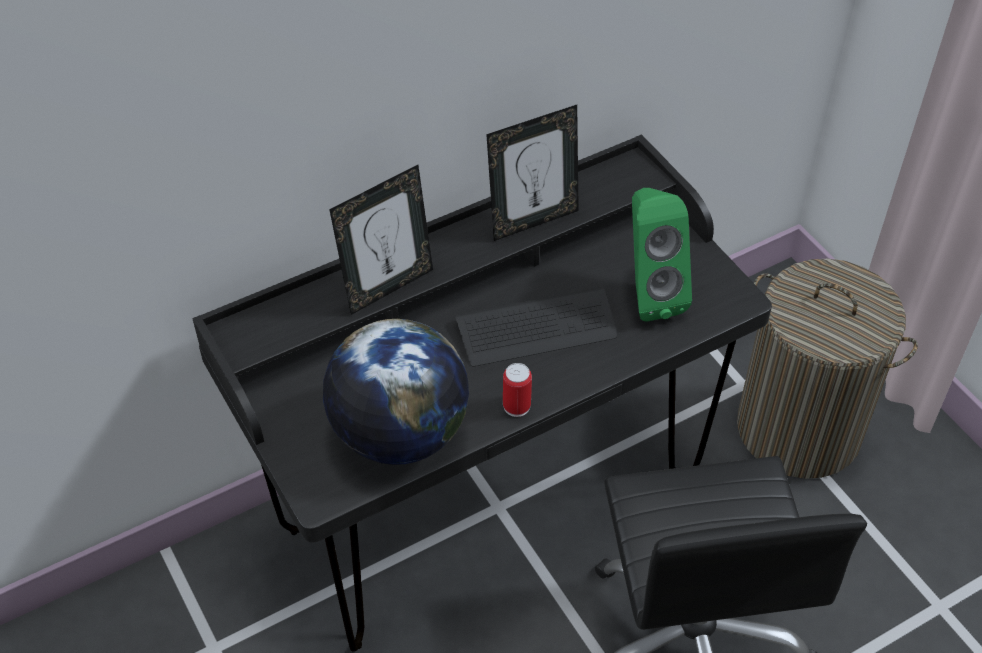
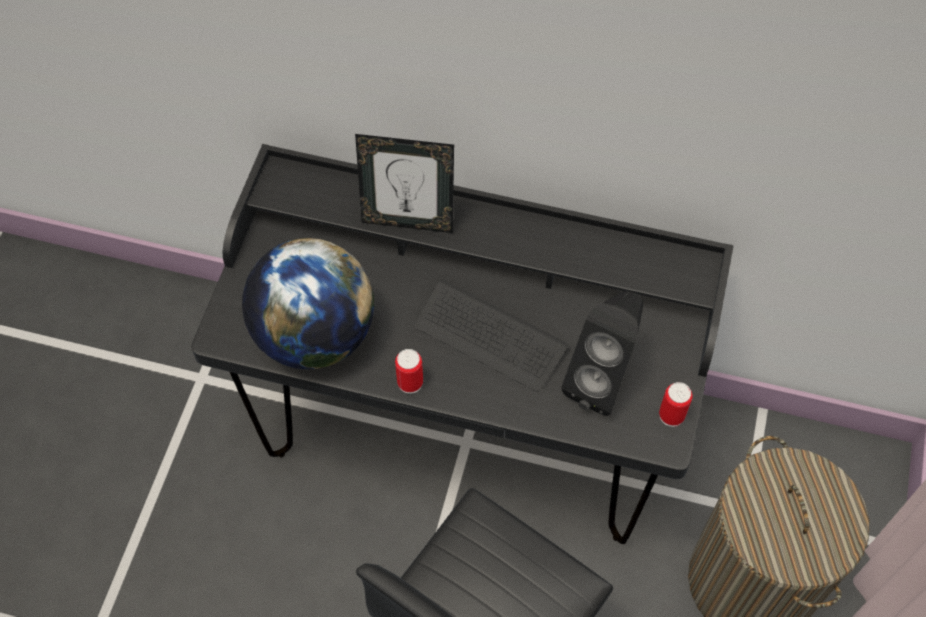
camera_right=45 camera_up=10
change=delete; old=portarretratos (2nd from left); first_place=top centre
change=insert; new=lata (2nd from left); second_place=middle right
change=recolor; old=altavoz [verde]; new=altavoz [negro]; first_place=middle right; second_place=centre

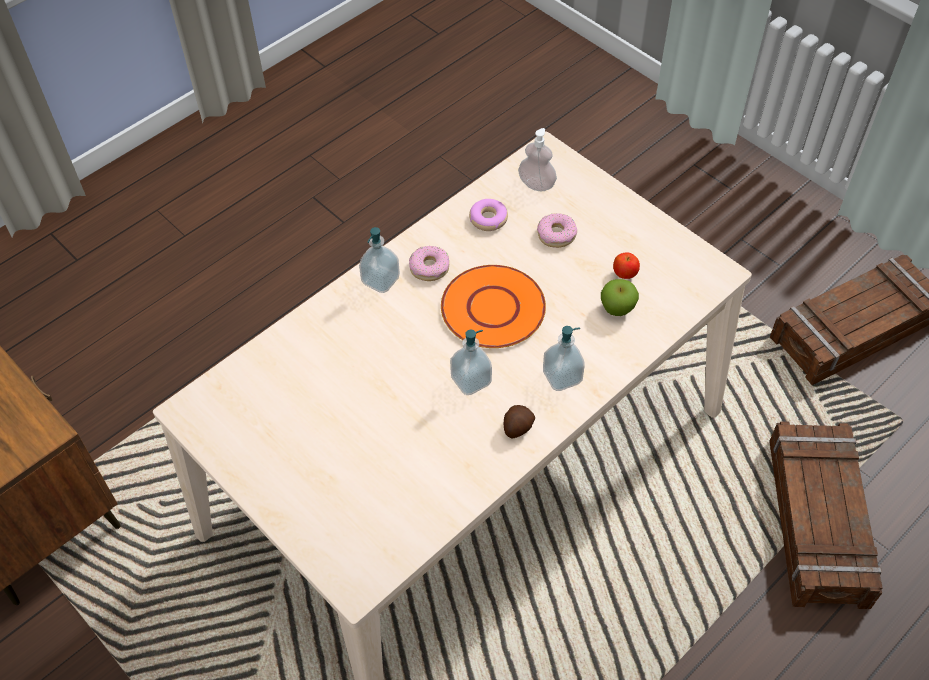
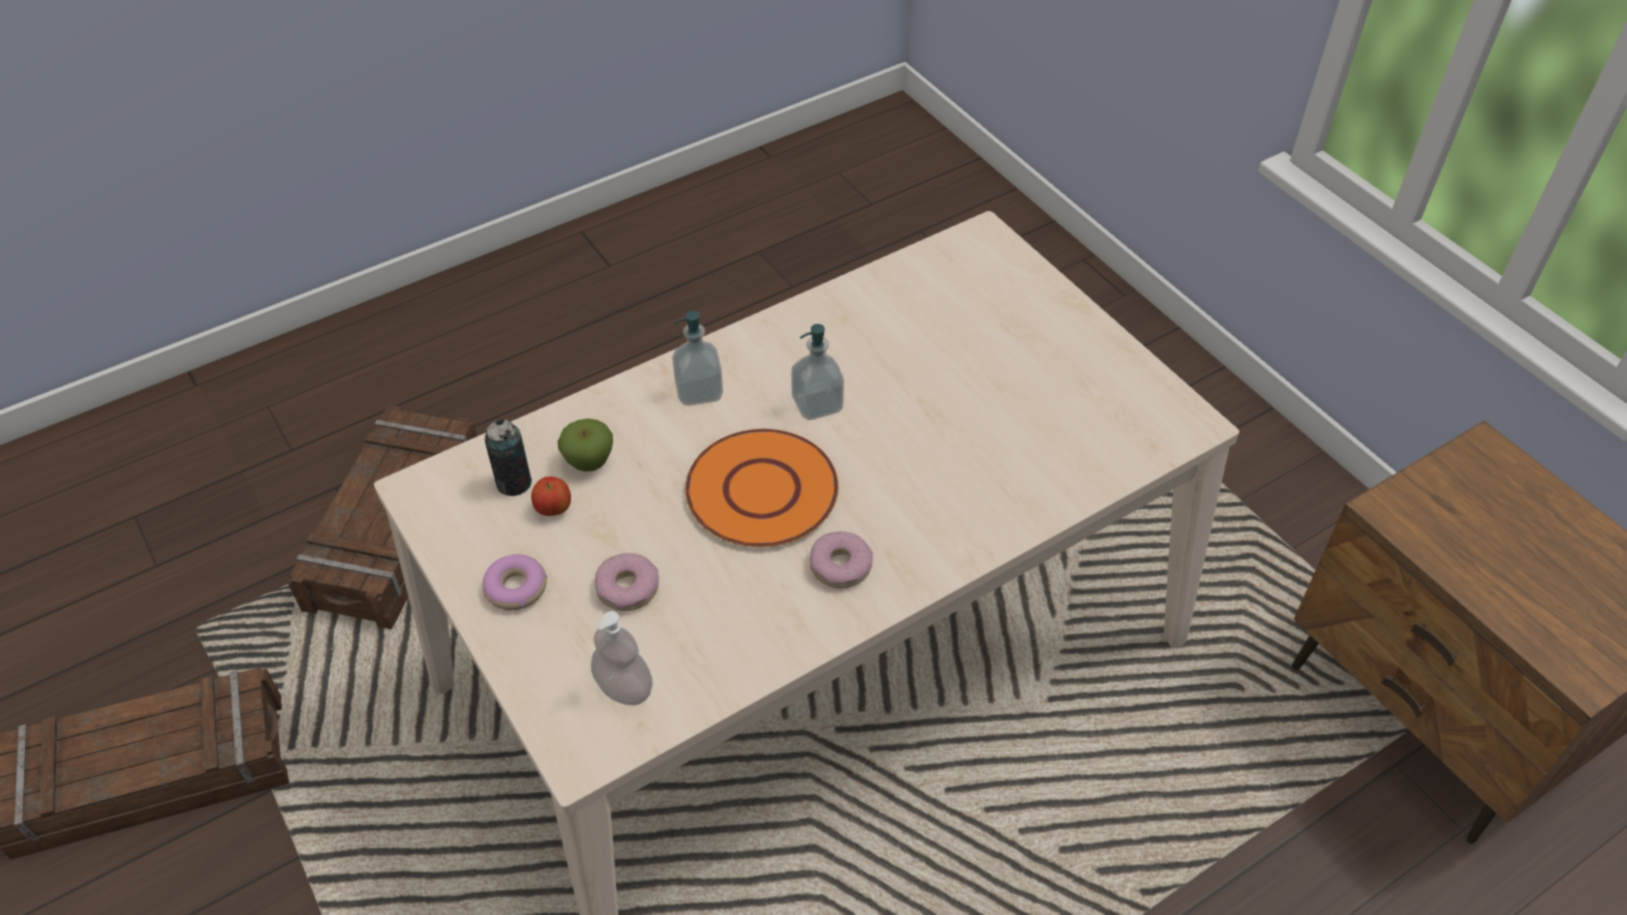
camera_right=-170 camera_up=-5
change=delete; old=dispensador de jabón (1st from left); first_place=centre
change=delete; old=patata; first_place=centre
change=insert; new=lata; second_place=middle left
change=move; old=rosquilla (2nd from left in the first image); new=rosquilla (1st from left); first_place=top centre; second_place=middle left

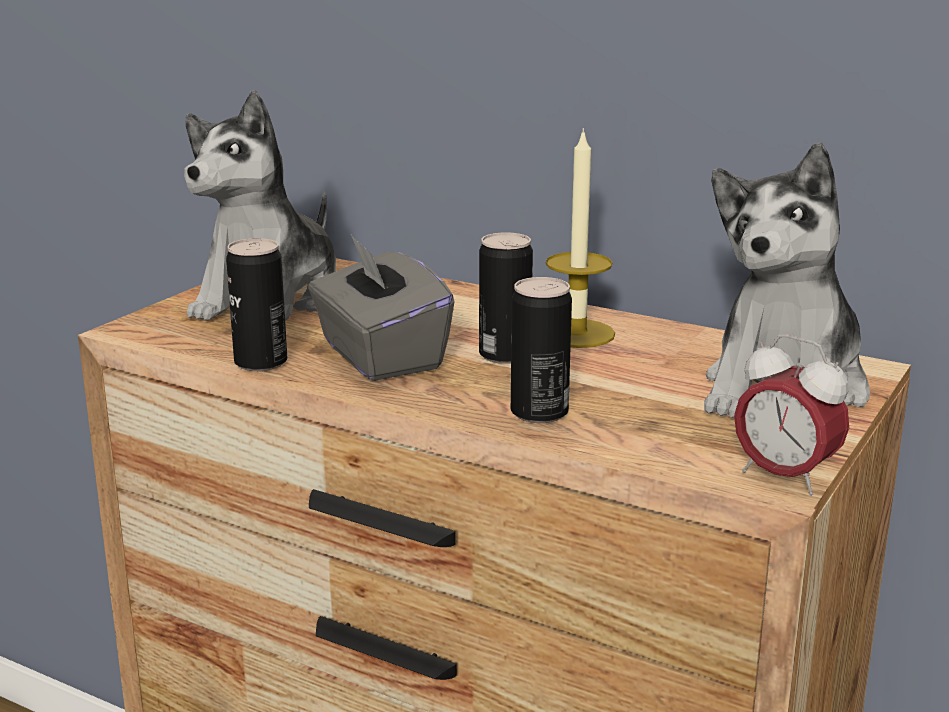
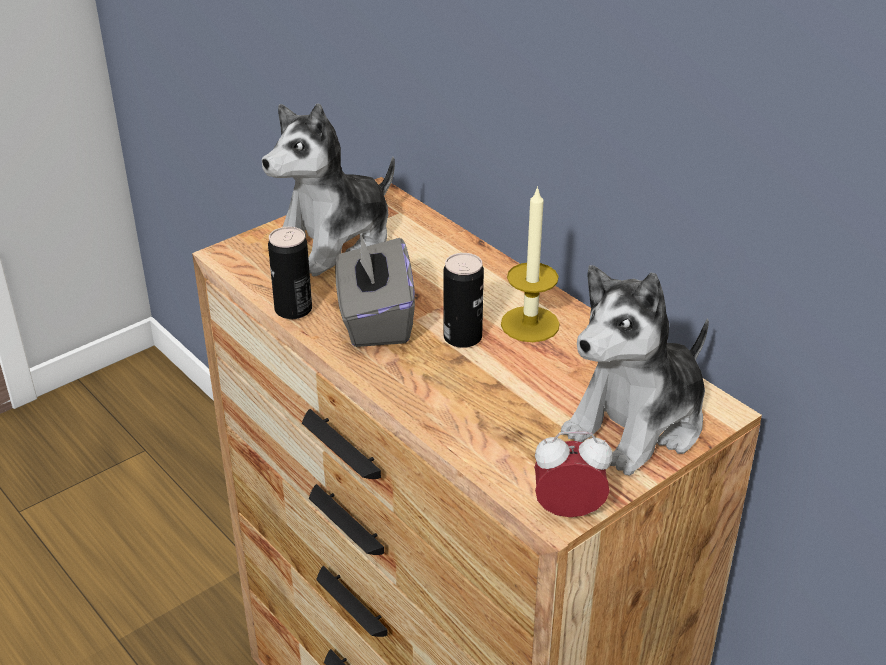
camera_right=20 camera_up=15
change=delete; old=lata (3rd from left); first_place=centre
change=rotate; old=despertador; first_place=middle right; second_place=bottom centre; degrees=120

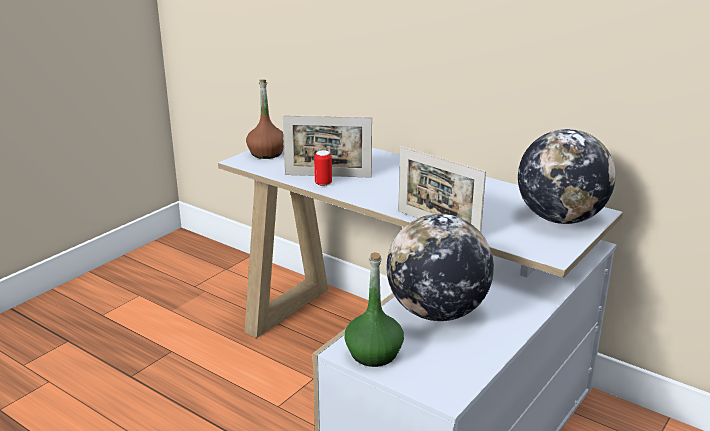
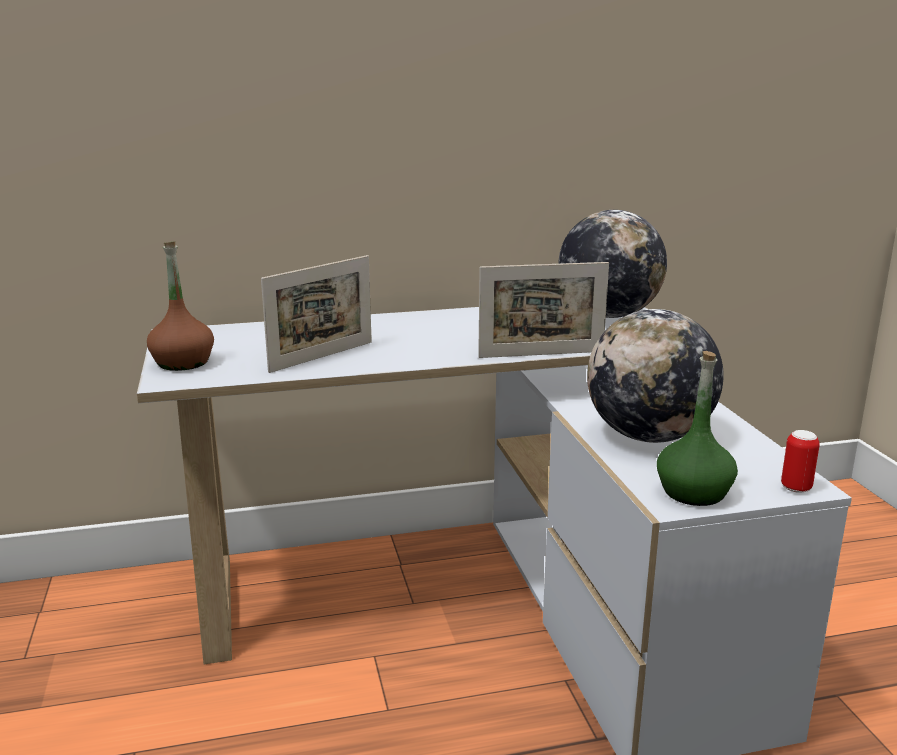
camera_right=-50 camera_up=-5
change=move; old=lata; first_place=centre; second_place=middle right

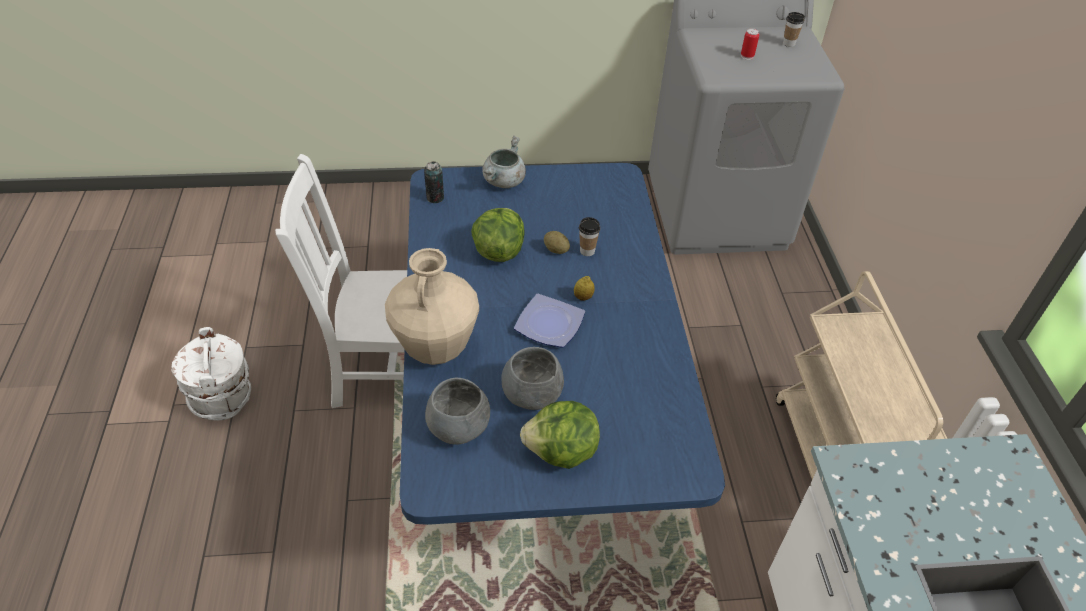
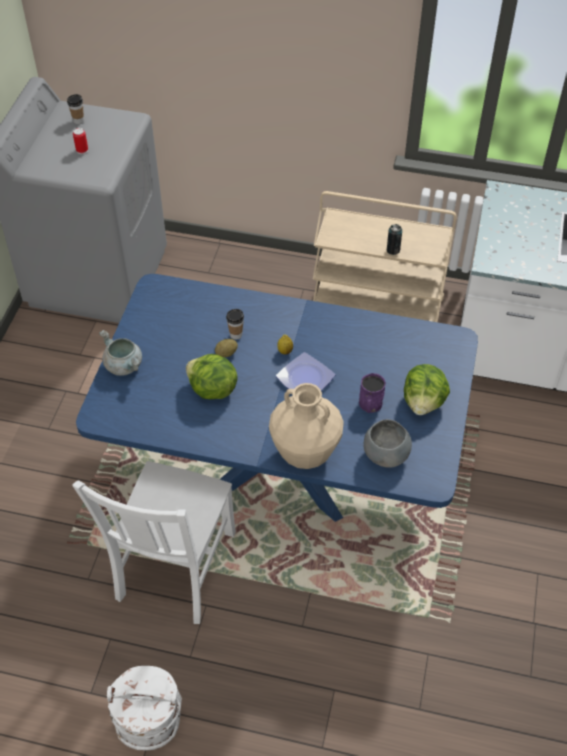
camera_right=-70 camera_up=5
change=move; old=lata (1st from left in the first image); new=lata (2nd from left); first_place=top centre; second_place=top right
change=replace; old=cuenco [gris] (2nd from left); new=taza grande [morado]; first_place=centre; second_place=centre

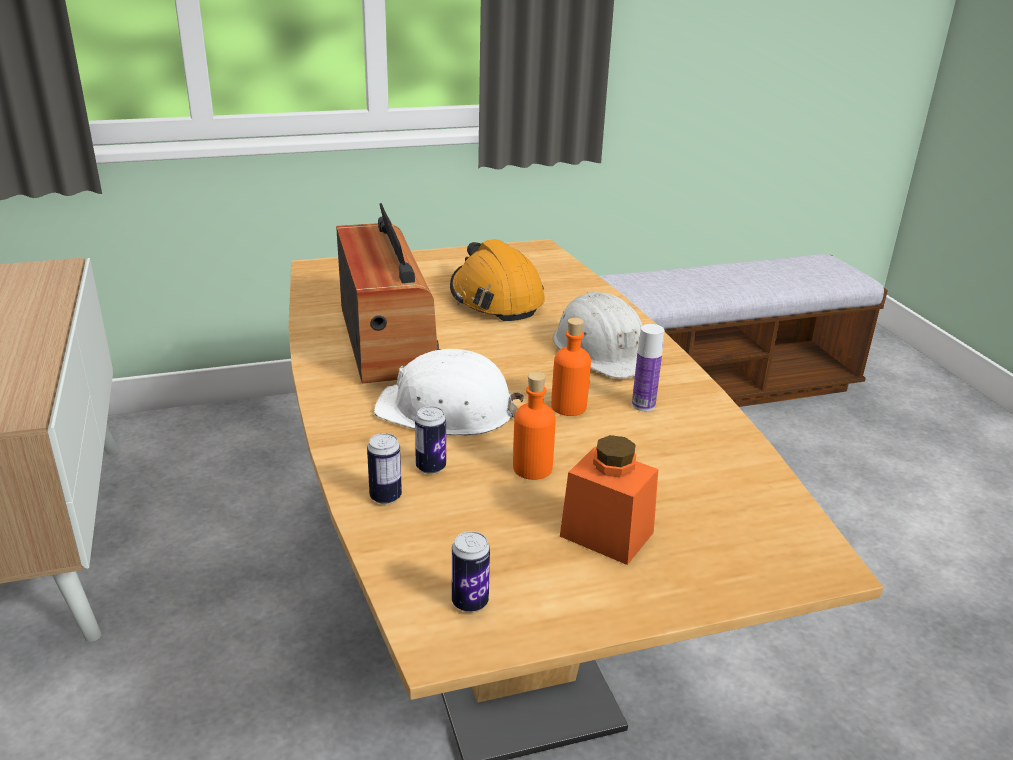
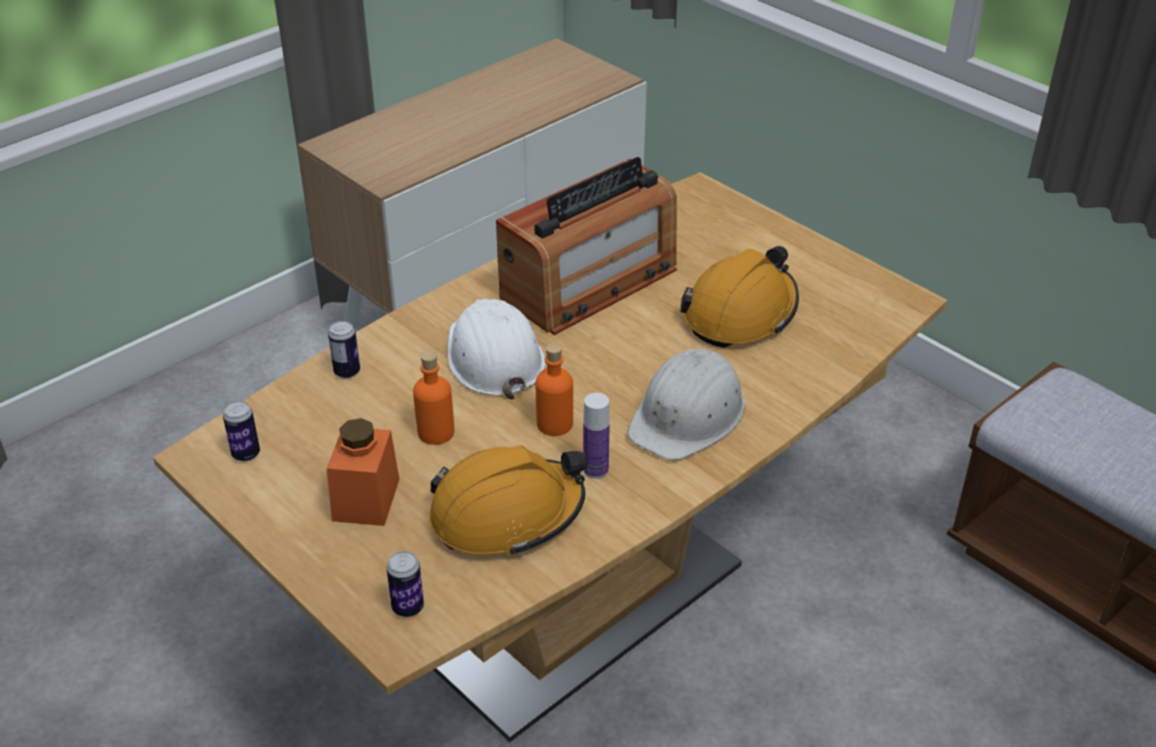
camera_right=65 camera_up=10
change=insert; new=casco [naranja] (1st from left); second_place=bottom centre
change=move; old=lata (2nd from left in the first image); new=lata (3rd from left); first_place=centre; second_place=bottom centre

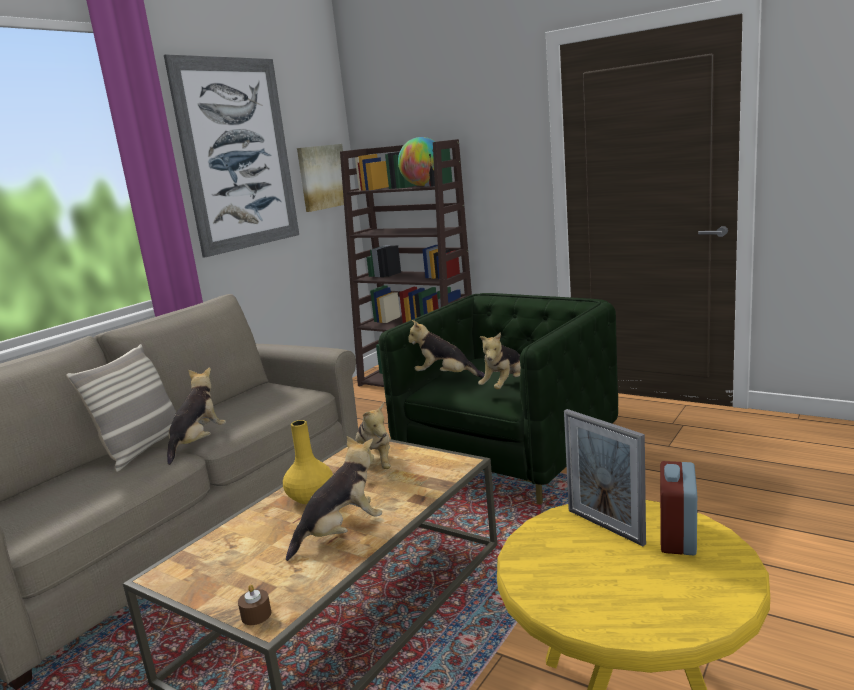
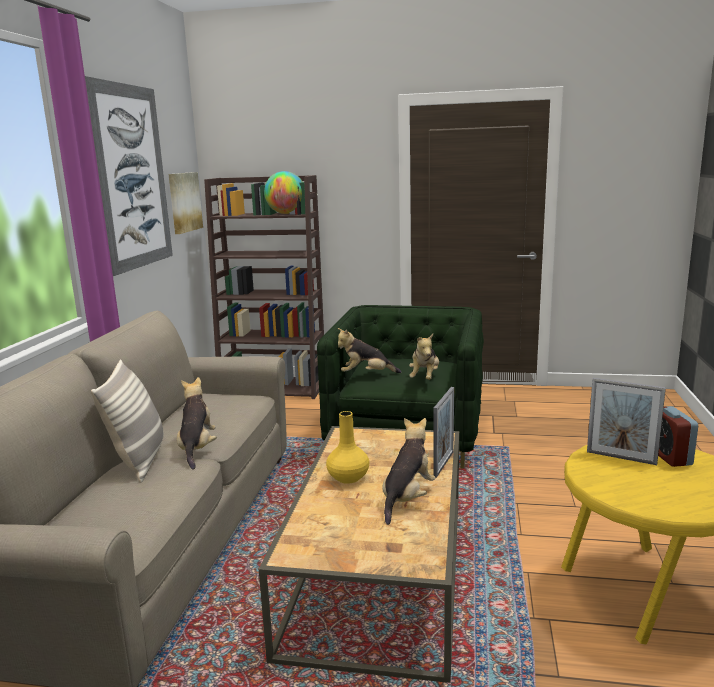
camera_right=-25 camera_up=0
change=delete; old=vela [marrón]; first_place=bottom left
change=delete; old=peluche (3rd from left); first_place=centre
change=insert; new=portarretratos (1st from left); second_place=centre

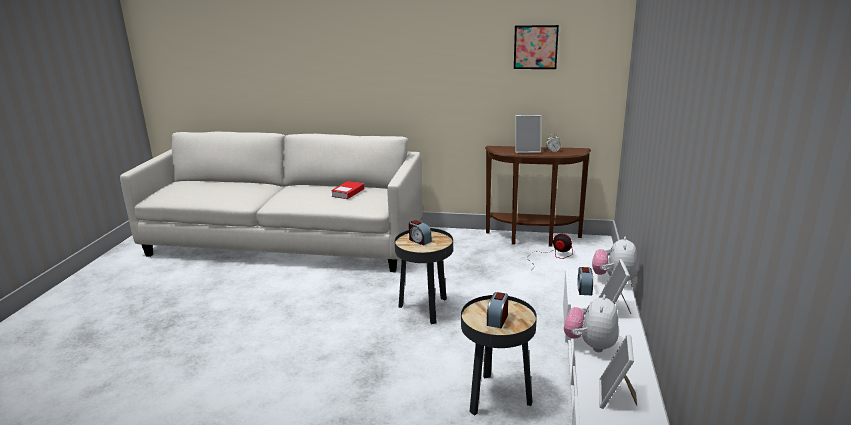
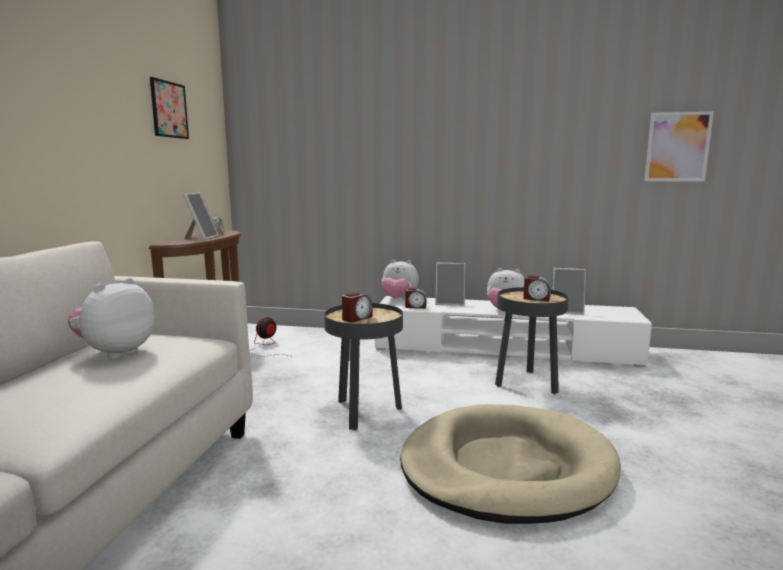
camera_right=-90 camera_up=-10
change=insert; new=cama para perro [beis]; second_place=bottom centre
change=insert; new=cuadro (2nd from left); second_place=top right
change=replace; old=libro; new=peluche (1st from left); first_place=centre; second_place=middle left

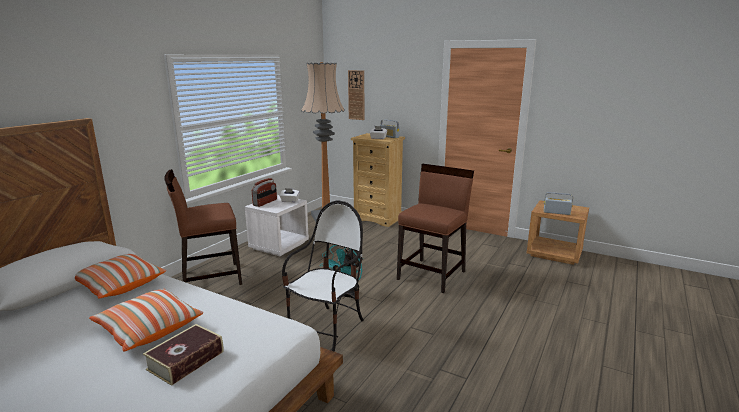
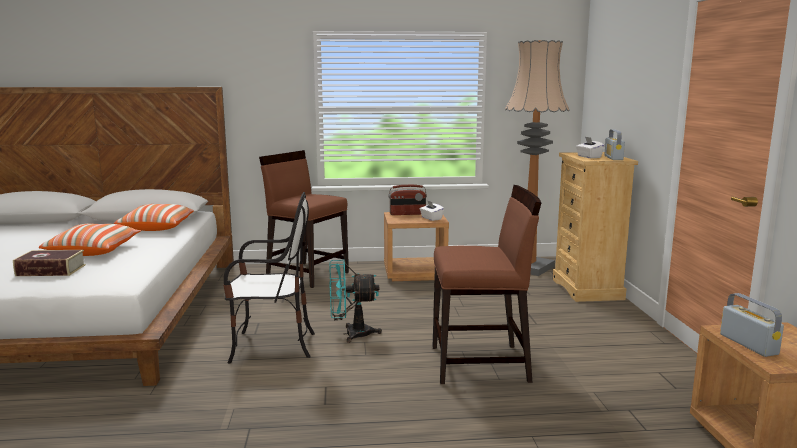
camera_right=55 camera_up=-5
change=delete; old=reloj de pared; first_place=top centre
change=recolor; old=mesita de noche [blanco]; new=mesita de noche [marrón] (1st from left); first_place=centre; second_place=centre

